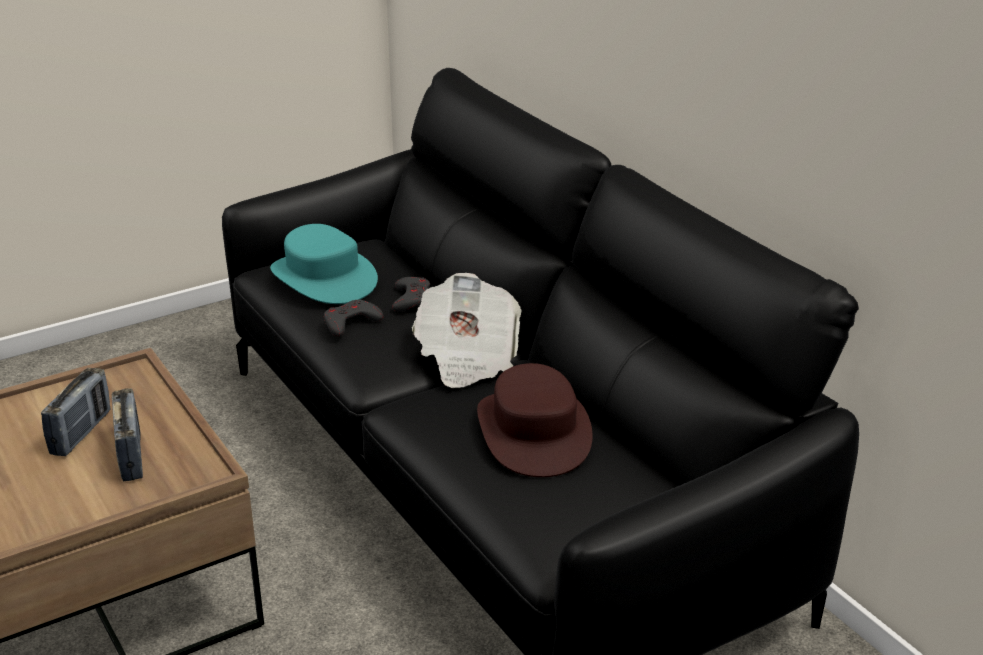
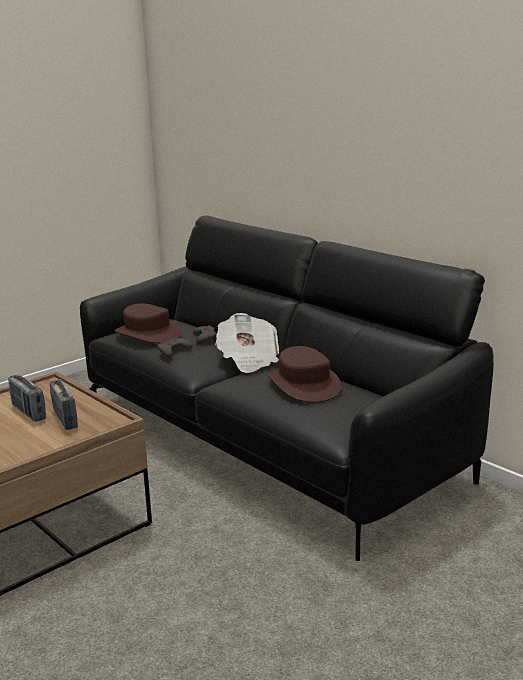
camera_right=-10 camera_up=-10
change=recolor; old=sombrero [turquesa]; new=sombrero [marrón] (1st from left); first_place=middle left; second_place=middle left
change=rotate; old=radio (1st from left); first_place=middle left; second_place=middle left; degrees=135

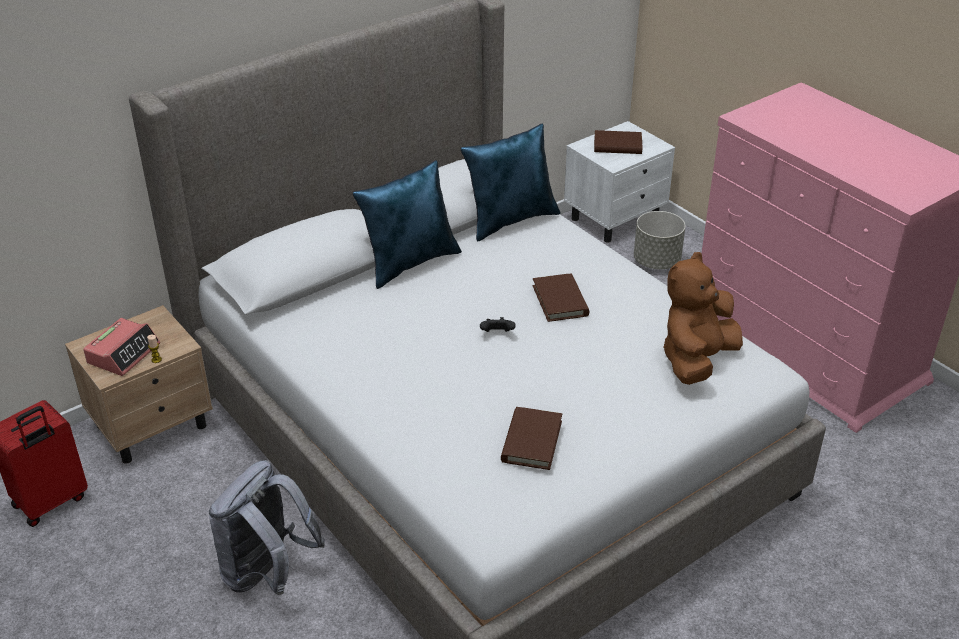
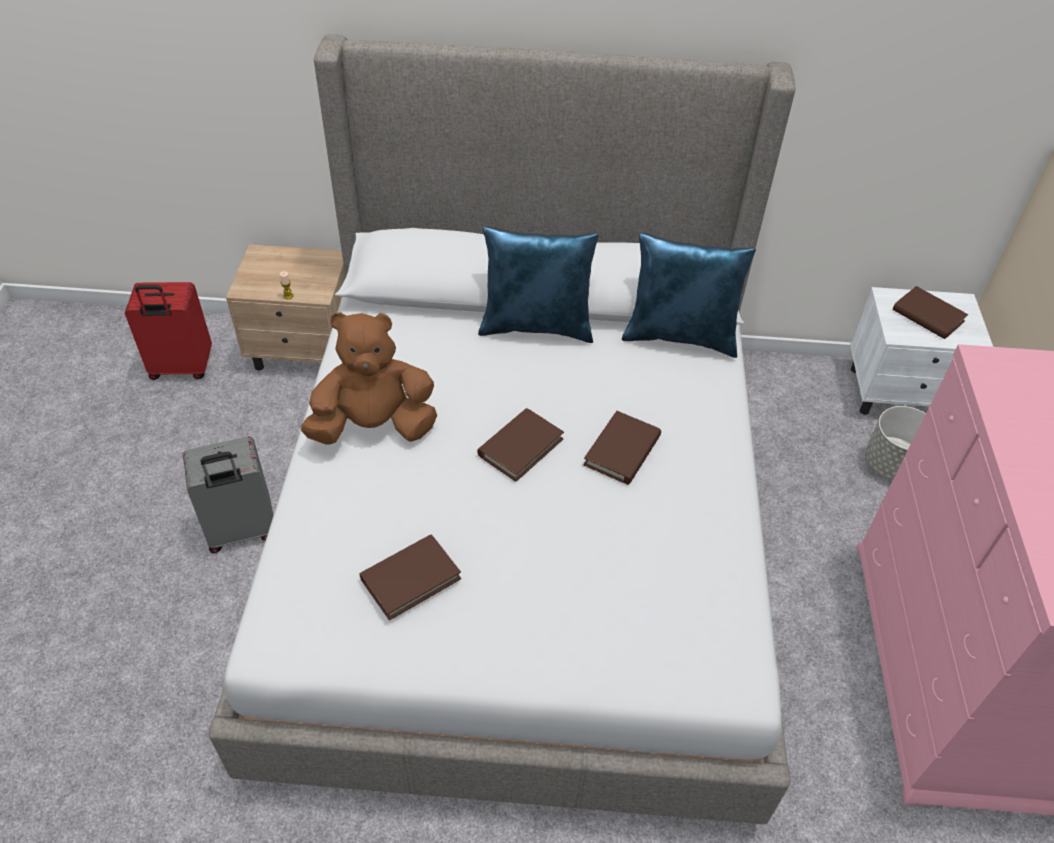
camera_right=40 camera_up=10
change=delete; old=despertador; first_place=middle left
change=move; old=peluche [marrón]; first_place=middle right; second_place=centre
change=replace; old=mochila [gris]; new=maleta [gris]; first_place=bottom left; second_place=middle left
change=replace; old=mando de consola [negro]; new=libro [marrón] (2nd from left); first_place=centre; second_place=centre

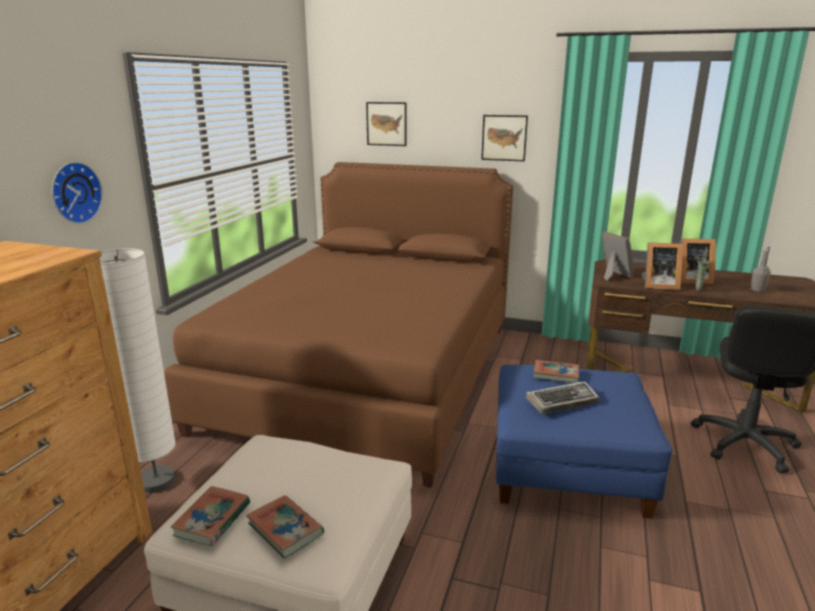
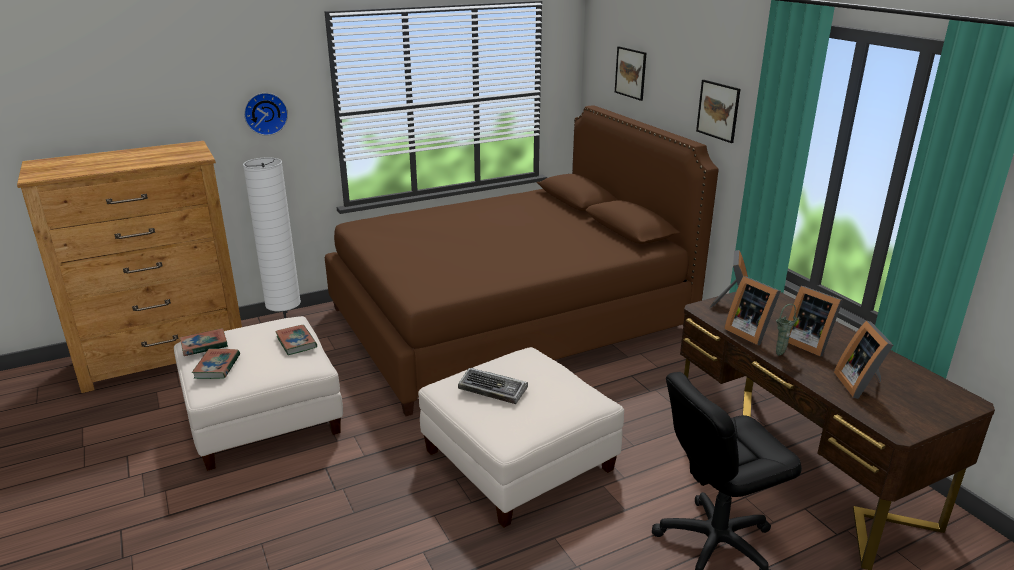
camera_right=45 camera_up=5
change=move; old=libro (3rd from left); first_place=middle right; second_place=middle left
change=replace; old=botella [gris]; new=portarretratos (4th from left); first_place=middle right; second_place=middle right
change=recolor; old=puf [azul]; new=puf [blanco] (2nd from left); first_place=bottom right; second_place=bottom centre

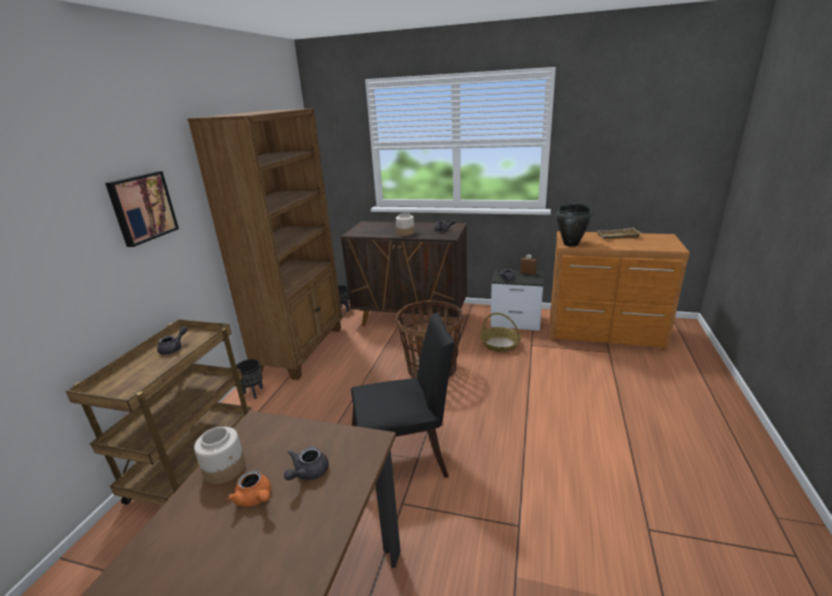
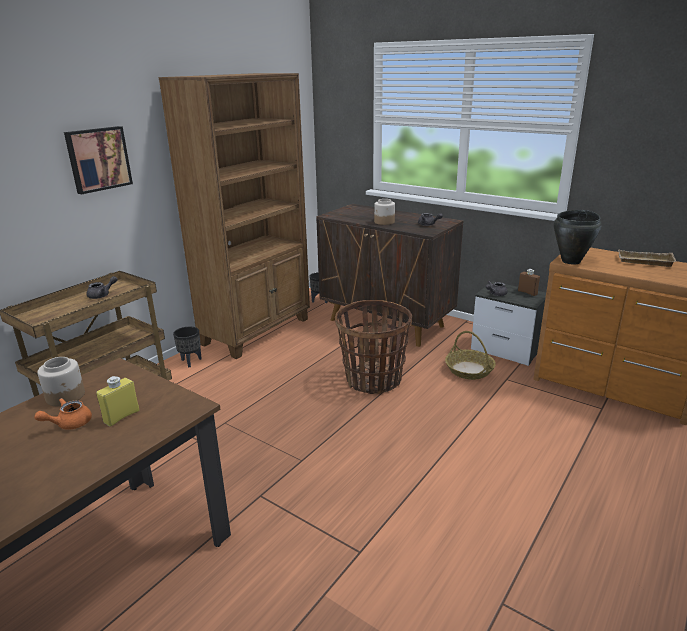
camera_right=20 camera_up=0
change=delete; old=silla [negro]; first_place=centre
change=replace; old=tetera [gris] (2nd from left); new=botella [amarillo]; first_place=bottom centre; second_place=middle left
change=rotate; old=tetera [naranja]; first_place=bottom left; second_place=middle left; degrees=75

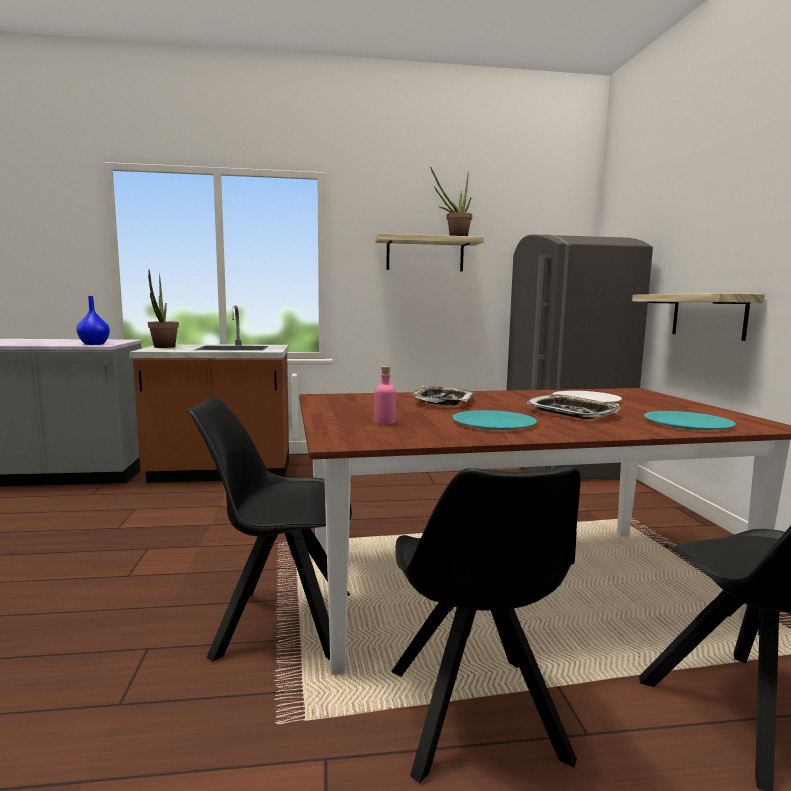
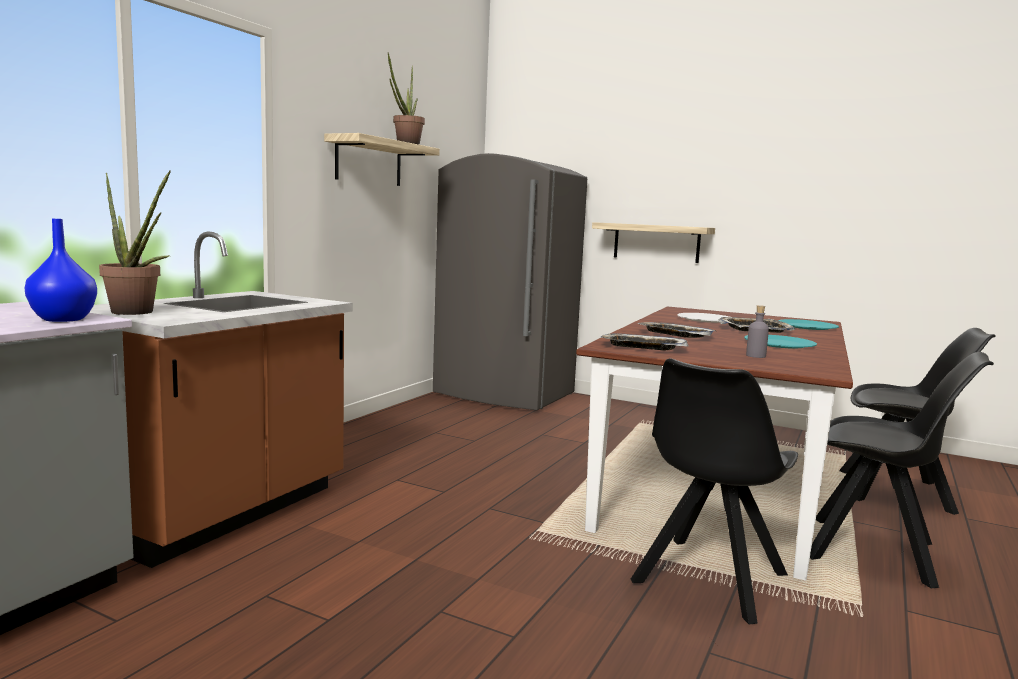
camera_right=-55 camera_up=0
change=insert; new=bandeja (1st from left); second_place=centre
change=recolor; old=botella [rosa]; new=botella [gris]; first_place=centre; second_place=middle right

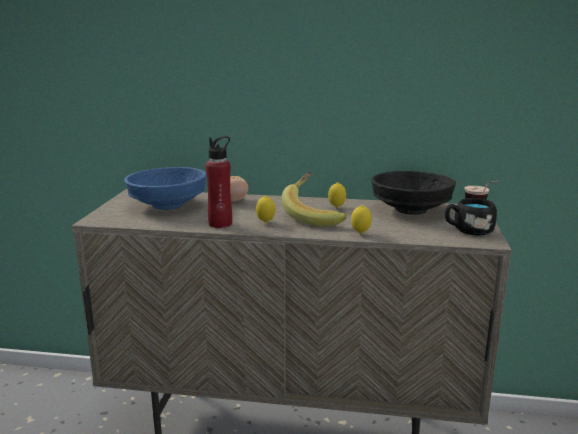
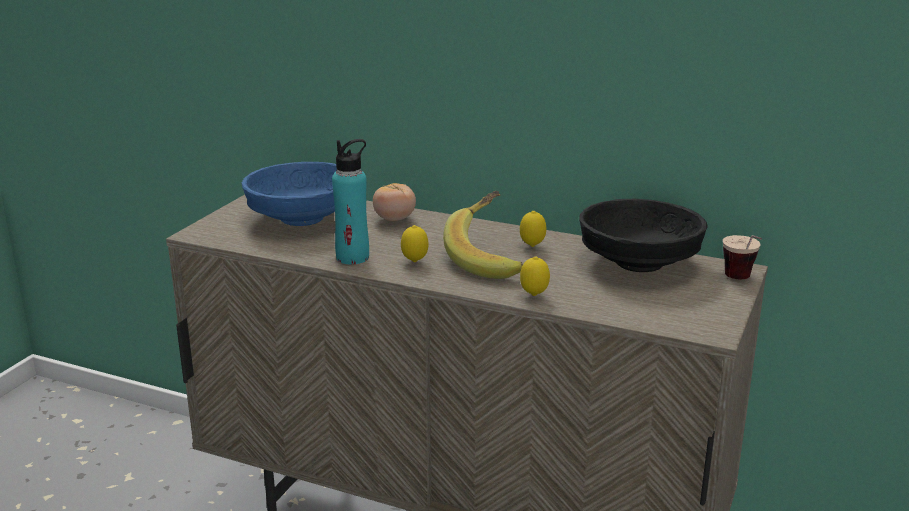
camera_right=15 camera_up=5
change=delete; old=taza grande [negro]; first_place=middle right
change=recolor; old=botella [rojo]; new=botella [turquesa]; first_place=centre; second_place=centre

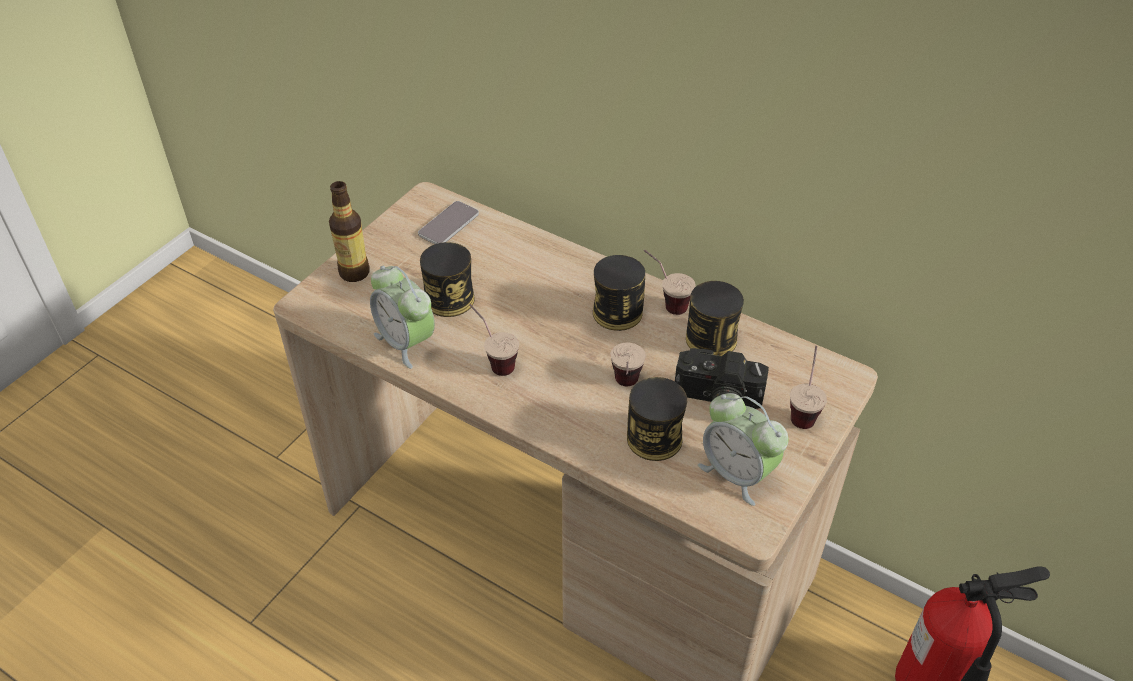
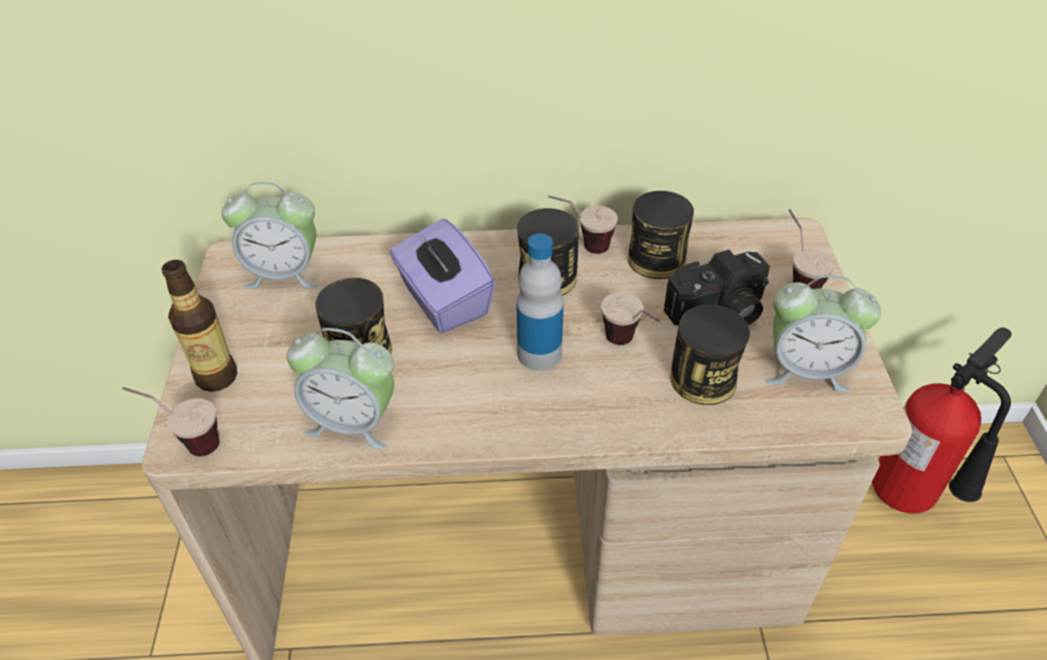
camera_right=-35 camera_up=0
change=insert; new=caja de pañuelos [morado]; second_place=centre
change=insert; new=botella (2nd from left); second_place=centre
change=move; old=taza (1st from left); first_place=centre; second_place=middle left
change=replace; old=móvil; new=despertador (1st from left); first_place=top centre; second_place=middle left

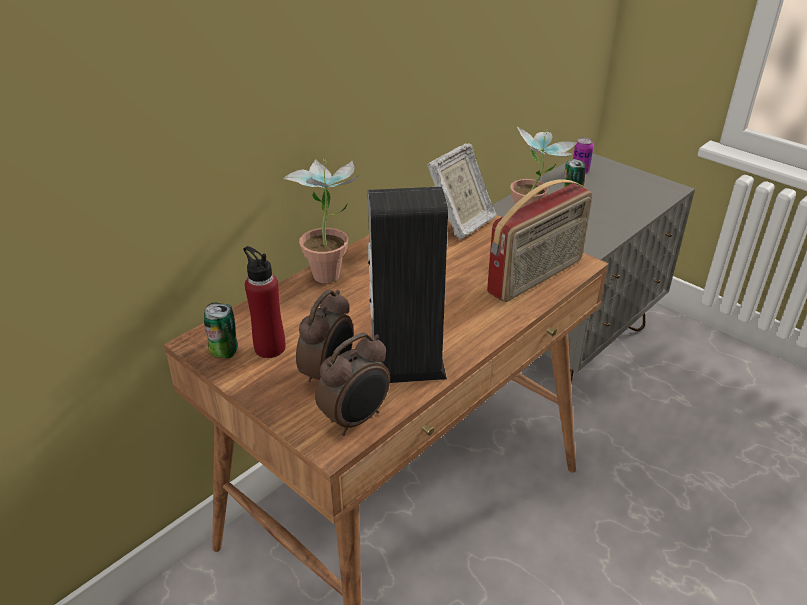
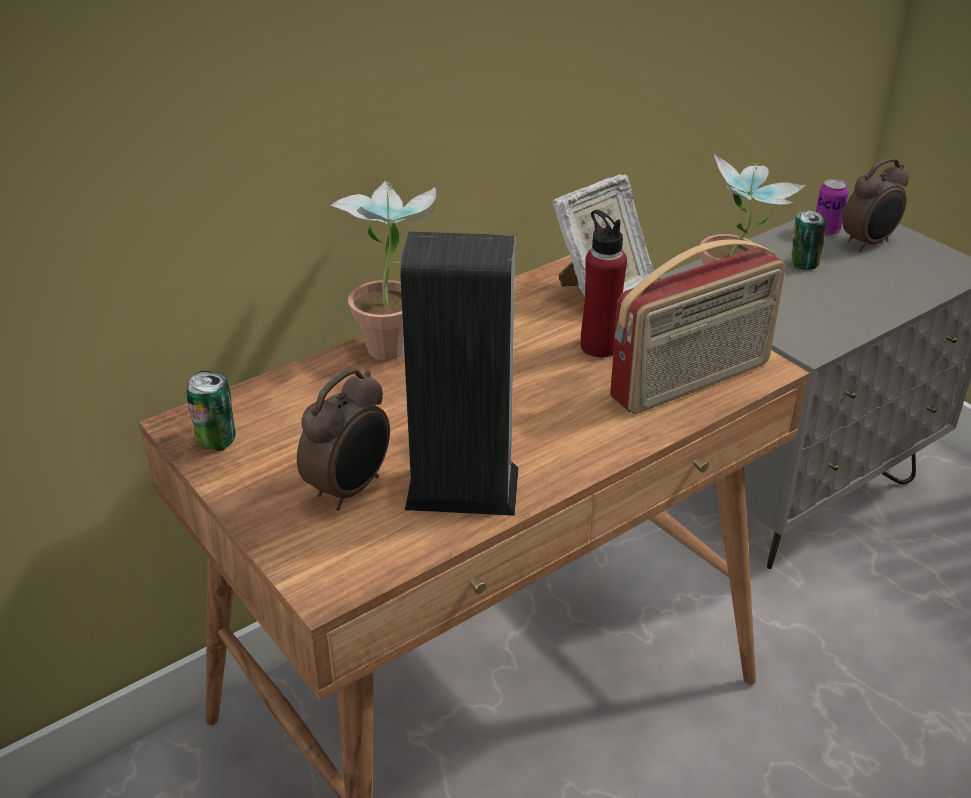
camera_right=10 camera_up=0
change=move; old=botella [rojo]; first_place=middle left; second_place=centre
change=move; old=despertador (2nd from left); first_place=centre; second_place=top right

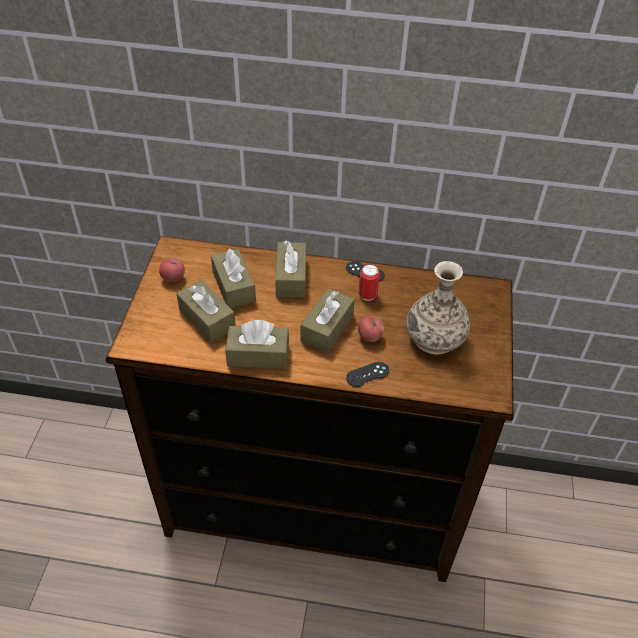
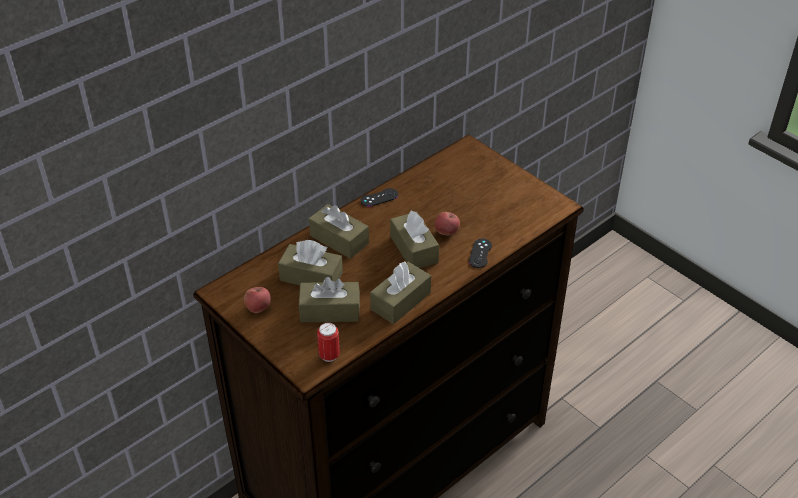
camera_right=-50 camera_up=-5
change=delete; old=florero; first_place=middle right
change=move; old=lata; first_place=centre; second_place=bottom centre

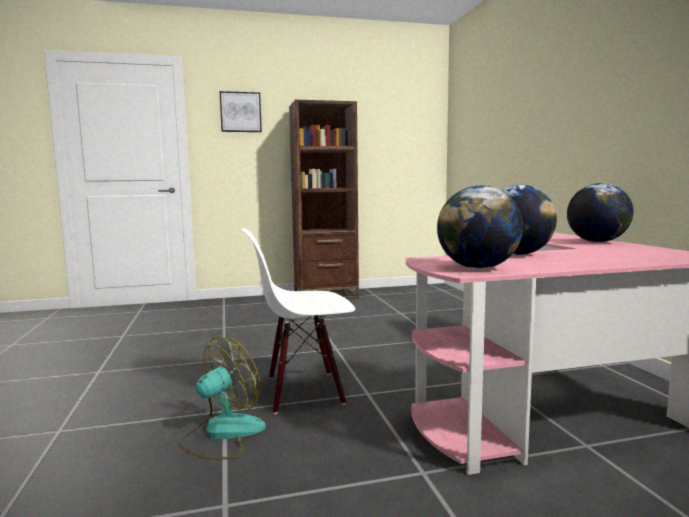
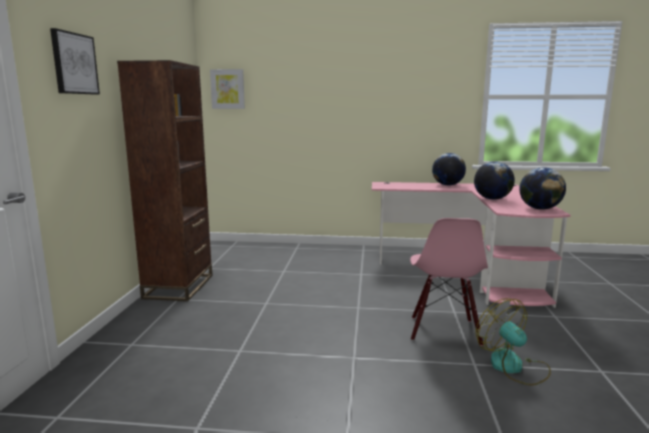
camera_right=-70 camera_up=5
change=insert; new=cuadro (2nd from left); second_place=top centre
change=recolor; old=silla [blanco]; new=silla [rosa]; first_place=centre; second_place=middle right

